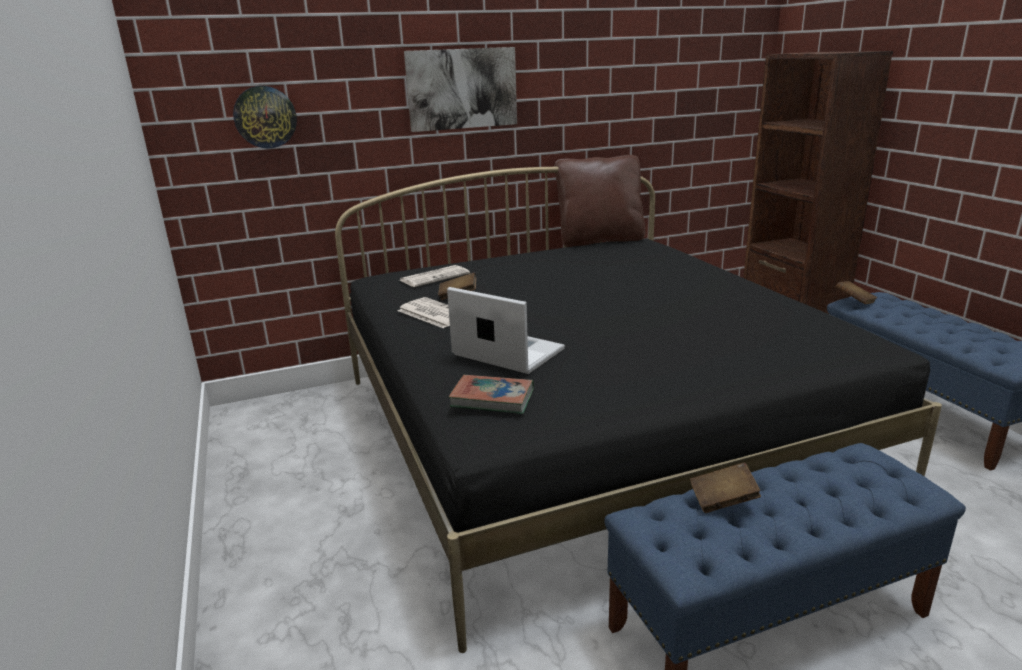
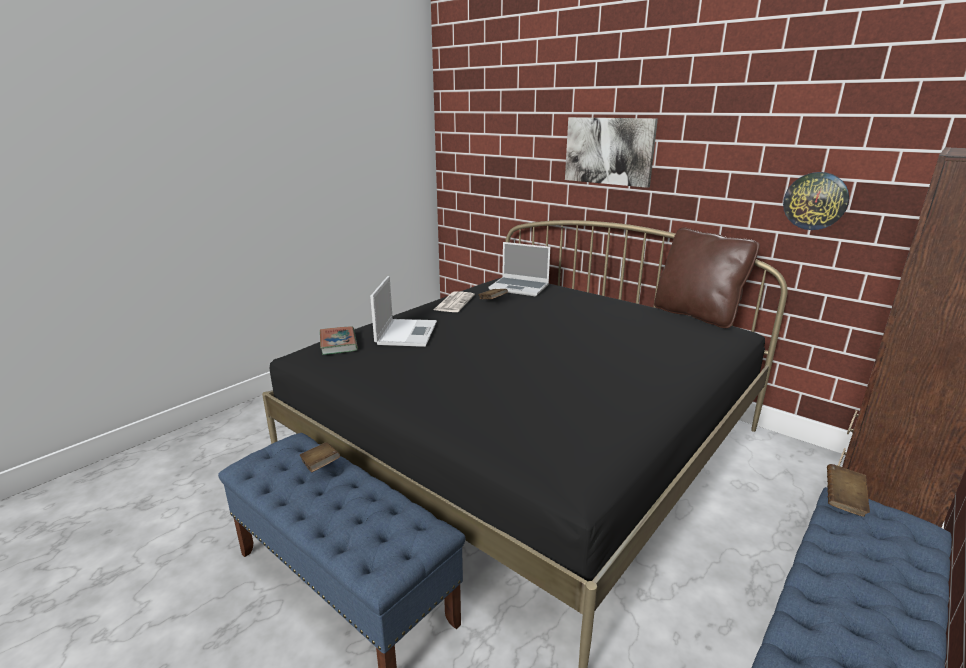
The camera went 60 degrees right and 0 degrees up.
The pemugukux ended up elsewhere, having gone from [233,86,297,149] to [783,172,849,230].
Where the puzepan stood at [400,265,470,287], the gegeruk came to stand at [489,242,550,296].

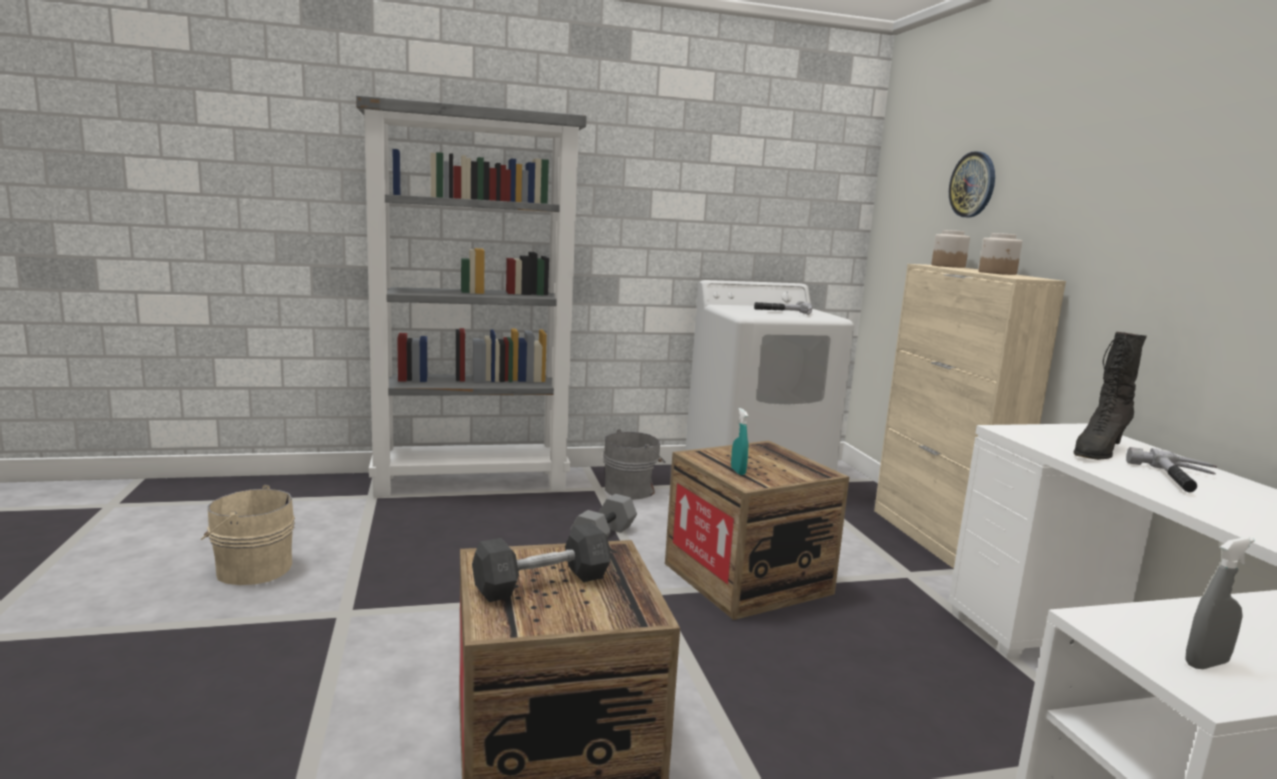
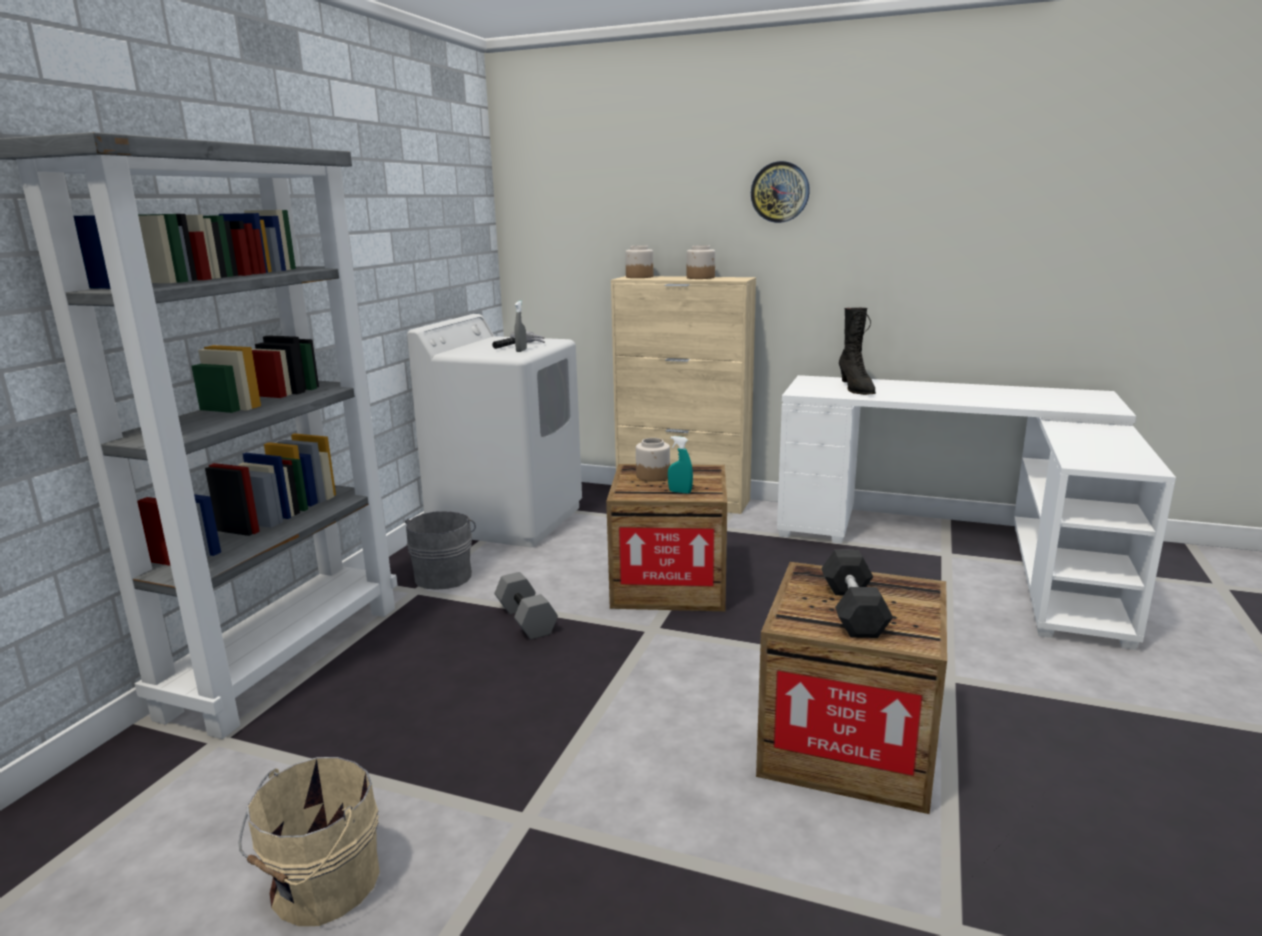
The camera went 55 degrees left and 5 degrees up.
The pemugukux ended up elsewhere, having gone from [949,151,995,218] to [751,161,810,223].
The second view lost the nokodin at [1126,447,1217,492].
The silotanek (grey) ended up elsewhere, having gone from [1185,537,1254,669] to [515,301,527,352].
The second view gained the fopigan at [636,438,670,482].

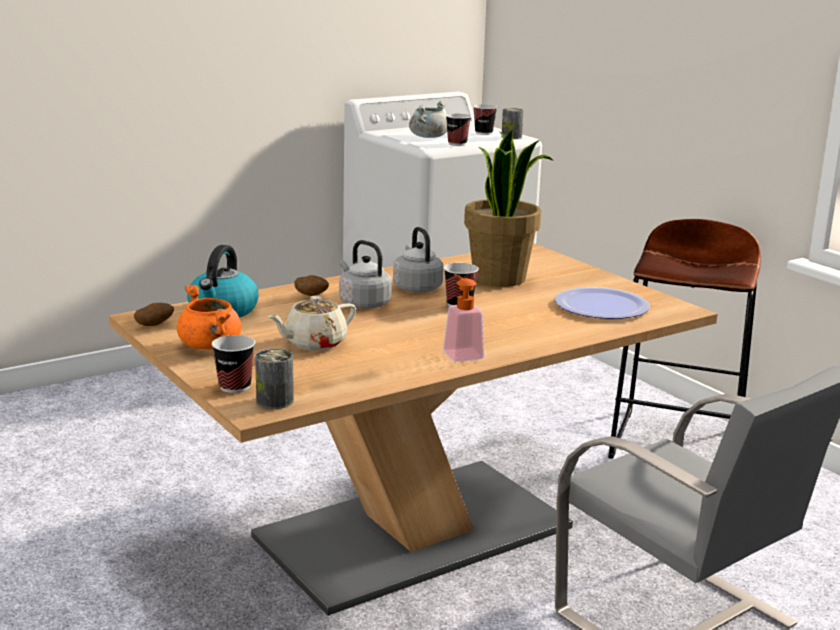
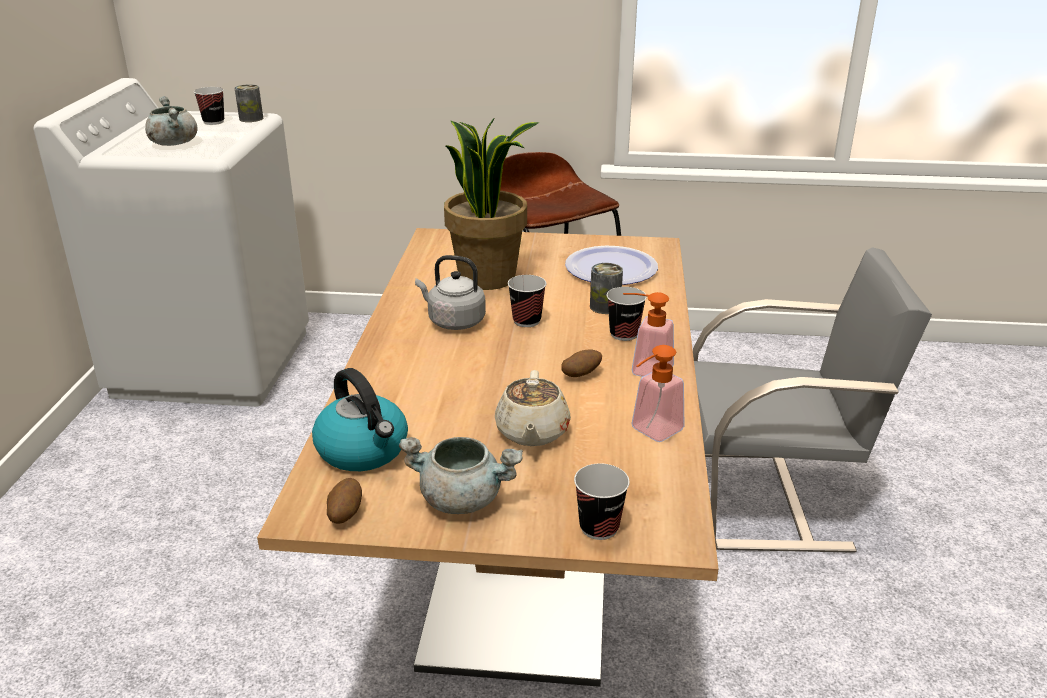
The camera went 50 degrees left and 10 degrees up.
The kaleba ended up elsewhere, having gone from [446,114,471,146] to [607,287,647,341].
The second view lost the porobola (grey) at [339,240,392,309].
The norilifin ended up elsewhere, having gone from [294,275,329,296] to [561,349,602,377].
What was the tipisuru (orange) at [177,285,241,349] turned into the tipisuru (grey) at [399,437,523,514].
The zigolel ended up elsewhere, having gone from [255,349,294,409] to [590,263,623,314].
The second view gained the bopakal at [632,345,684,442].

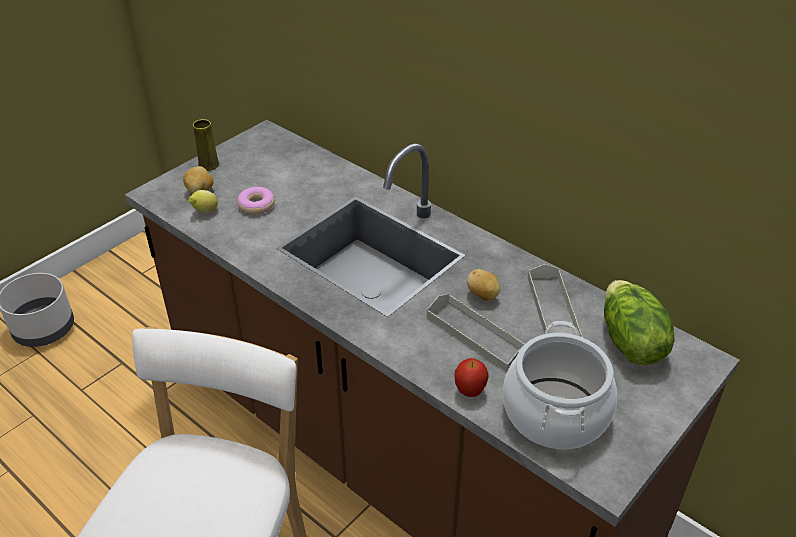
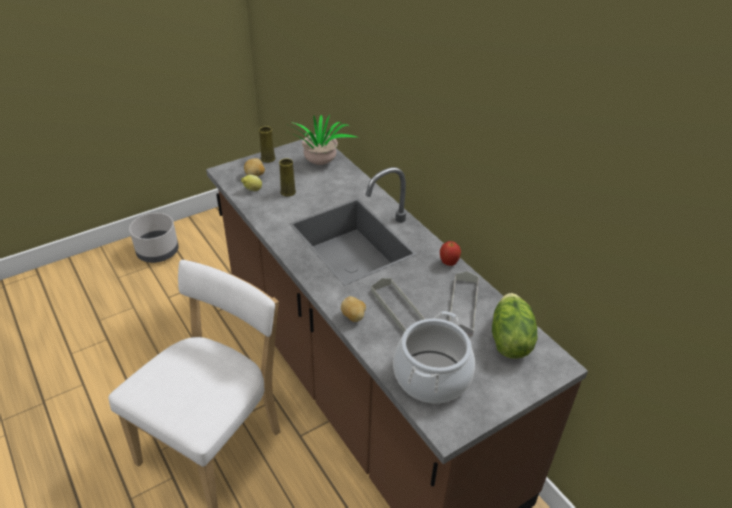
The camera went 15 degrees right and 0 degrees up.
Where the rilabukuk stood at [237,187,275,214], the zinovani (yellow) came to stand at [279,158,296,197].
The norilifin ended up elsewhere, having gone from [467,269,501,301] to [341,296,366,322].
The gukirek ended up elsewhere, having gone from [455,358,489,397] to [440,241,461,266].
The second view gained the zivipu at [287,115,357,165].

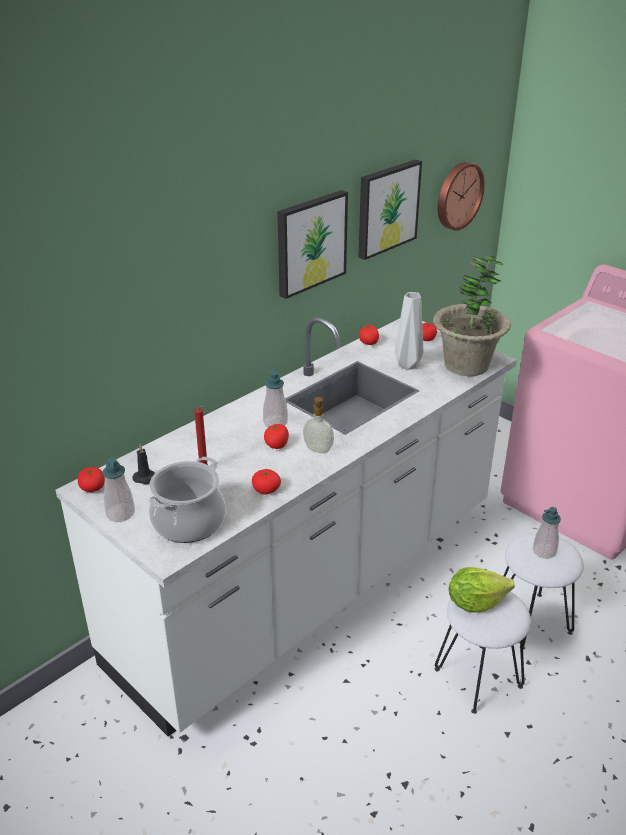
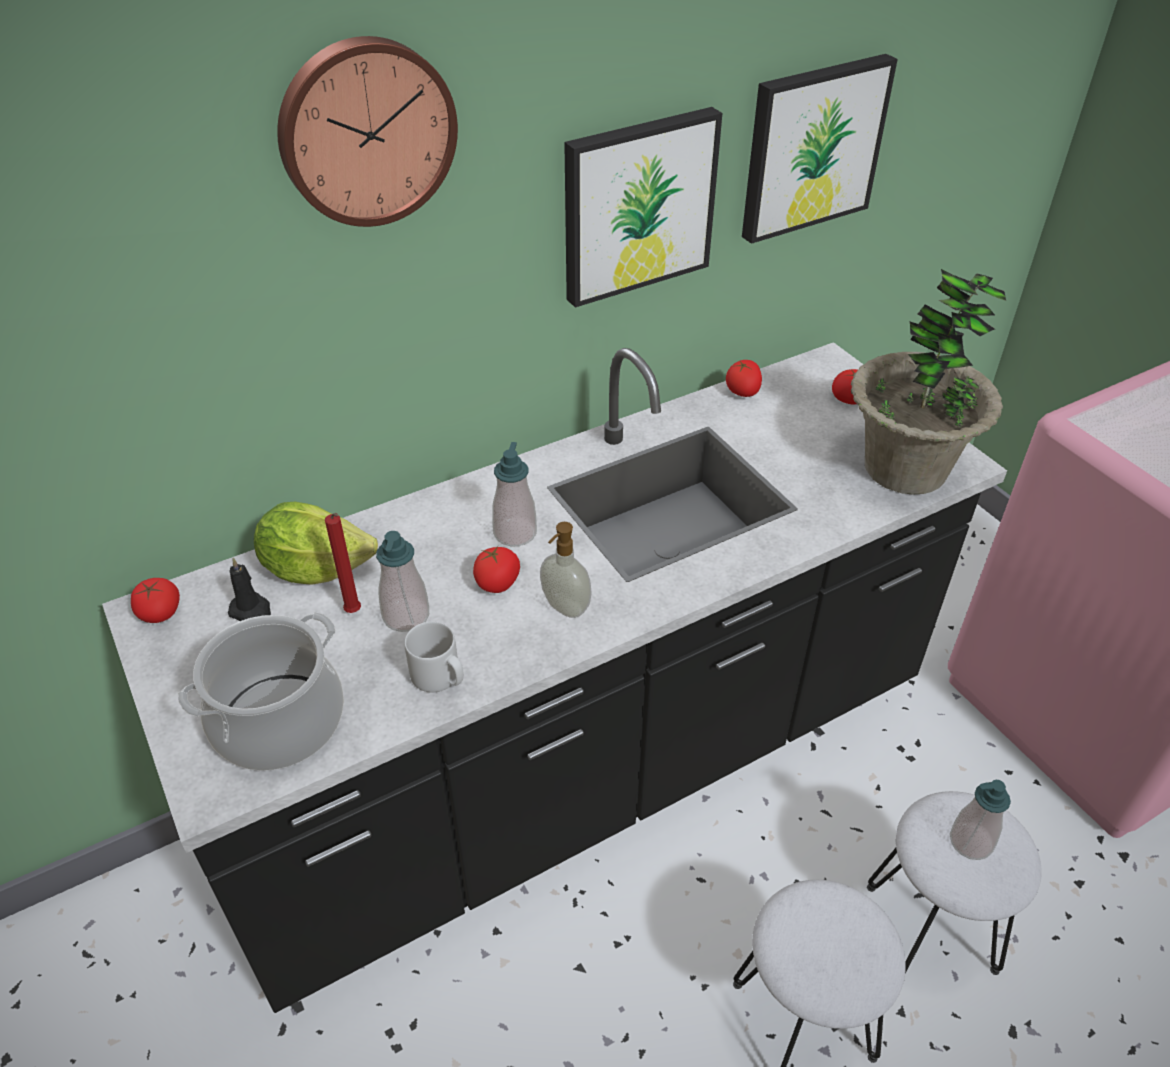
The camera went 15 degrees right and 10 degrees up.
The pemugukux ended up elsewhere, having gone from [438,162,485,231] to [277,36,458,227].
The second view lost the zinovani (grey) at [395,292,423,370].
What was the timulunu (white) at [56,317,517,737] turned into the timulunu (black) at [102,342,1007,1013].
The bopakal ended up elsewhere, having gone from [102,458,135,522] to [376,531,429,632].
Where the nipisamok stood at [252,469,281,494], the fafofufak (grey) came to stand at [404,621,464,693].
The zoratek ended up elsewhere, having gone from [449,567,515,613] to [254,502,378,585].

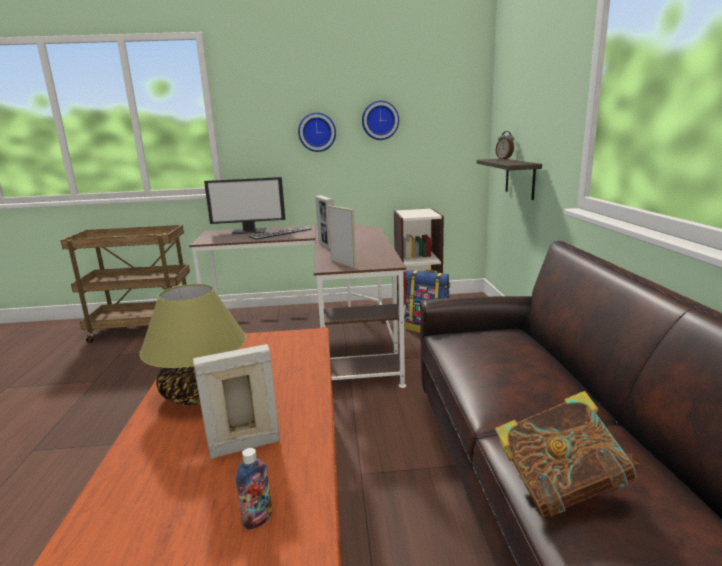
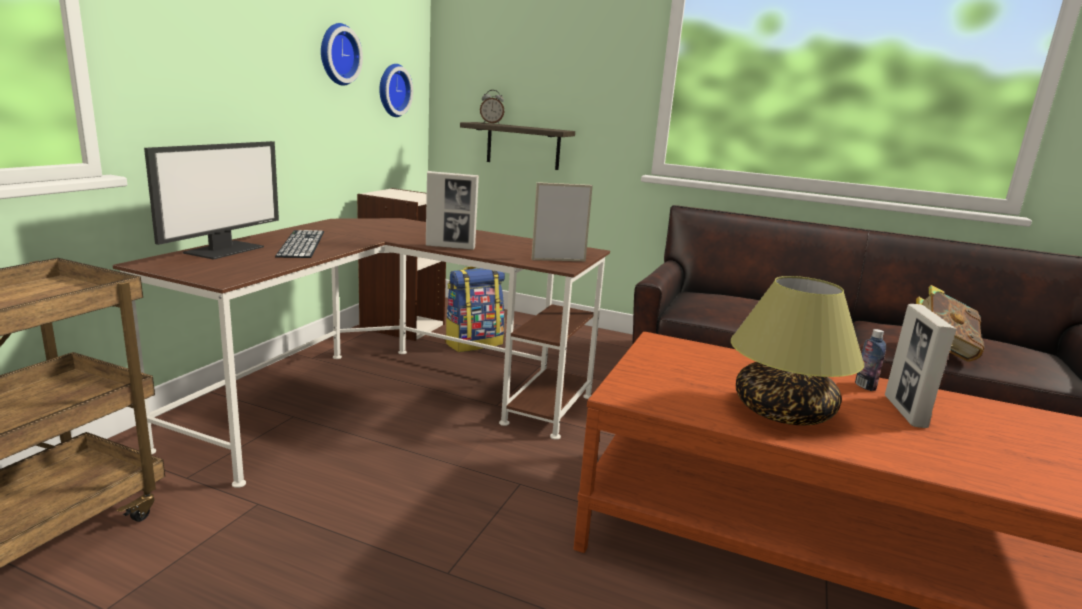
The camera went 65 degrees left and 0 degrees up.
The pemugukux ended up elsewhere, having gone from [298,112,336,152] to [379,64,413,117].
The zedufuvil ended up elsewhere, having gone from [236,448,272,530] to [855,329,886,391].

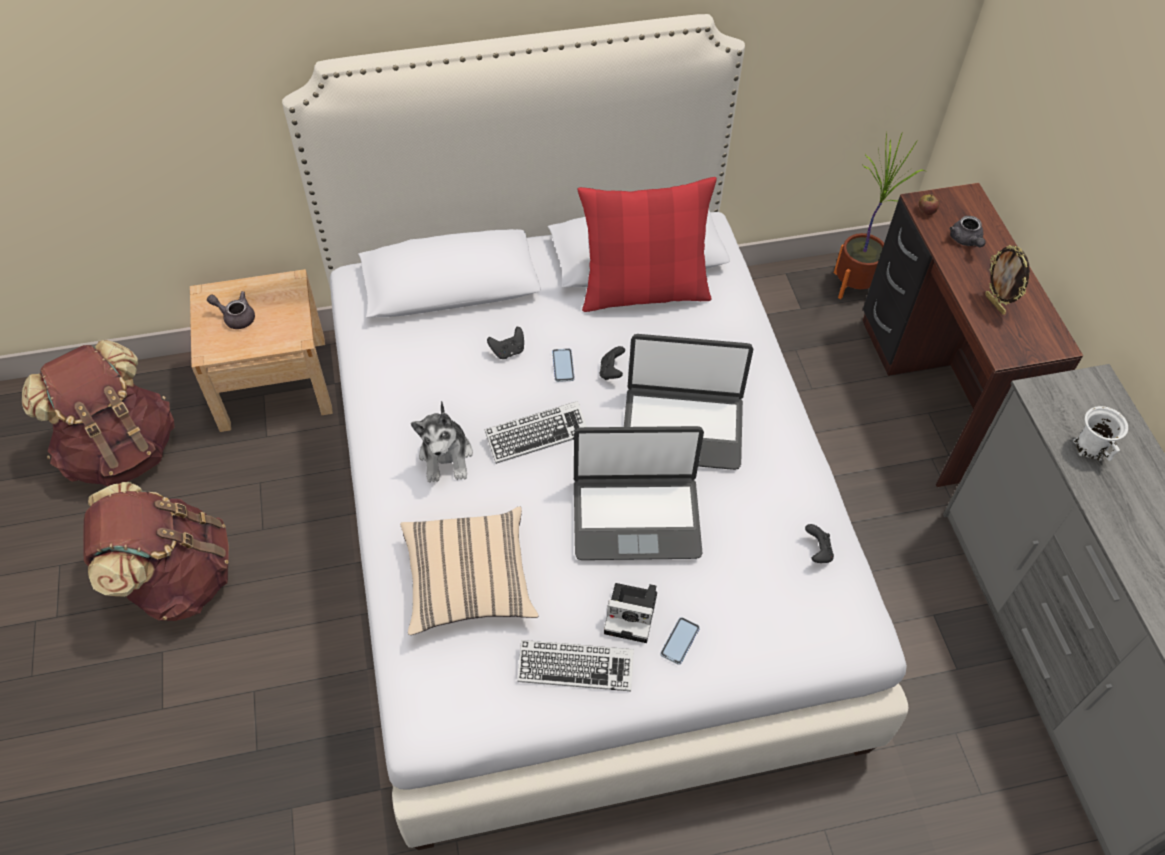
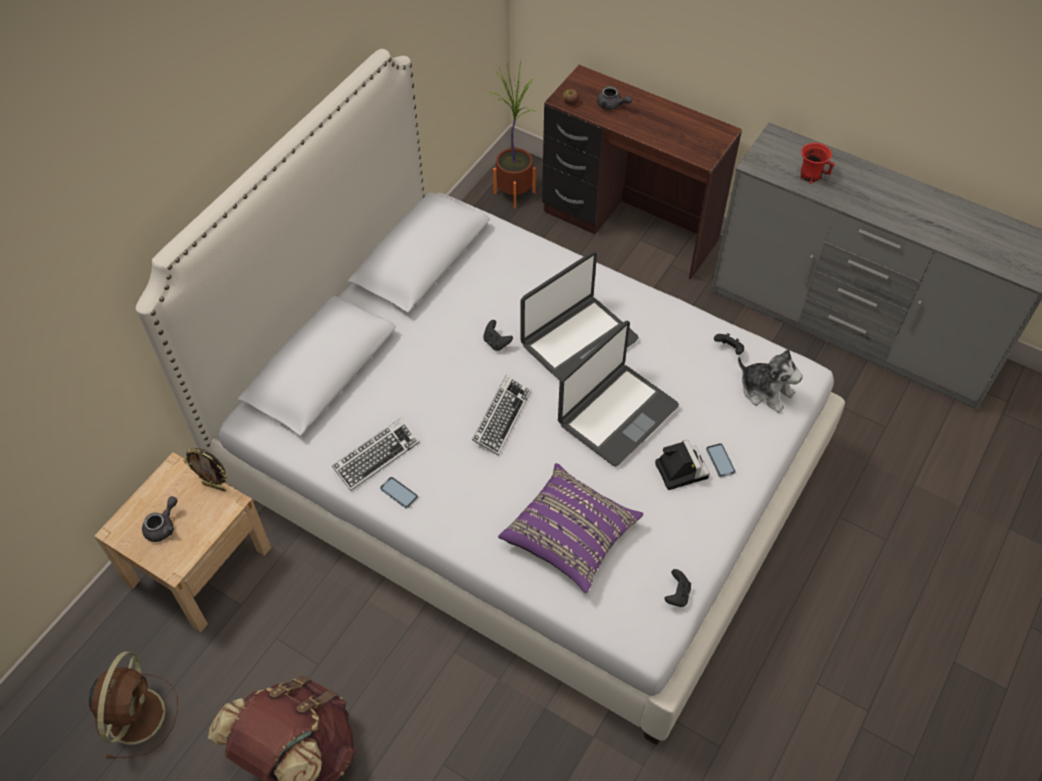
The camera went 45 degrees left and 0 degrees up.
The second view lost the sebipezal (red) at [578,177,717,312].
The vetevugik ended up elsewhere, having gone from [985,245,1030,314] to [184,448,227,491].
The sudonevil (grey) at [207,291,255,329] ended up facing another way, 150 degrees clockwise from before.
The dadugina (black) ended up elsewhere, having gone from [487,327,524,359] to [664,569,691,607].
Where the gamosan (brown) stood at [21,340,175,486], the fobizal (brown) came to stand at [89,651,178,759].
The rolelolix ended up elsewhere, having gone from [552,348,575,382] to [380,477,418,509].
The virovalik ended up elsewhere, having gone from [411,401,473,482] to [738,349,803,413].
What was the fafofufak (white) at [1073,406,1128,461] turned into the fafofufak (red) at [799,143,835,184].
What was the sebipezal (beige) at [400,506,539,635] turned into the sebipezal (purple) at [498,463,644,593].
The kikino at [604,583,657,643] ended up facing another way, 75 degrees counterclockwise from before.
The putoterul ended up elsewhere, having gone from [517,640,634,691] to [332,417,420,491].

